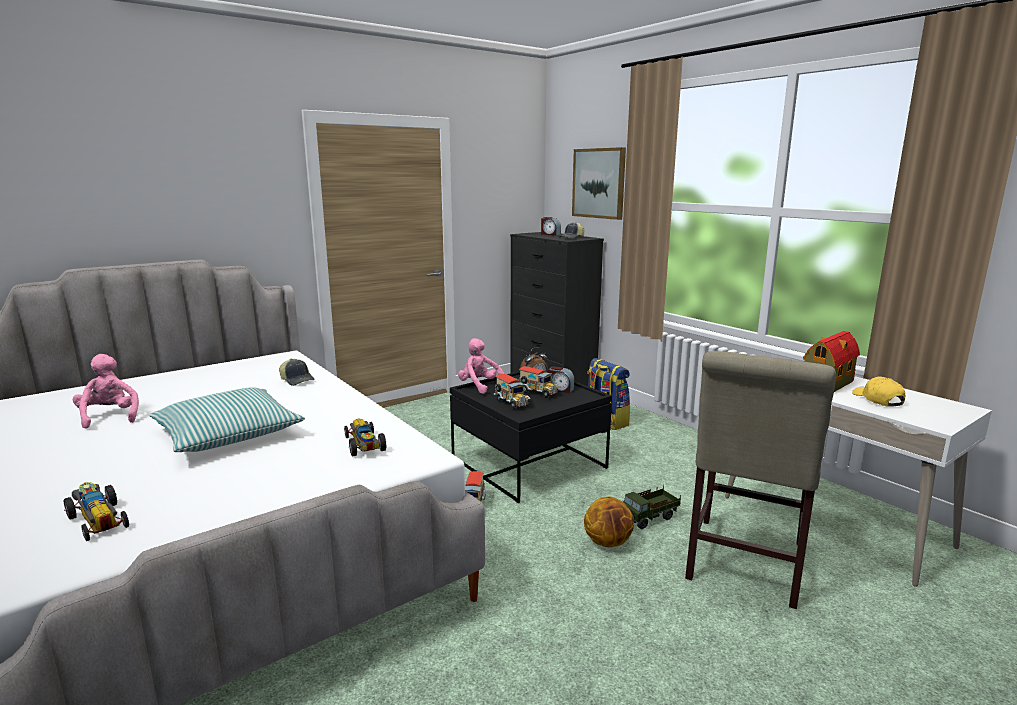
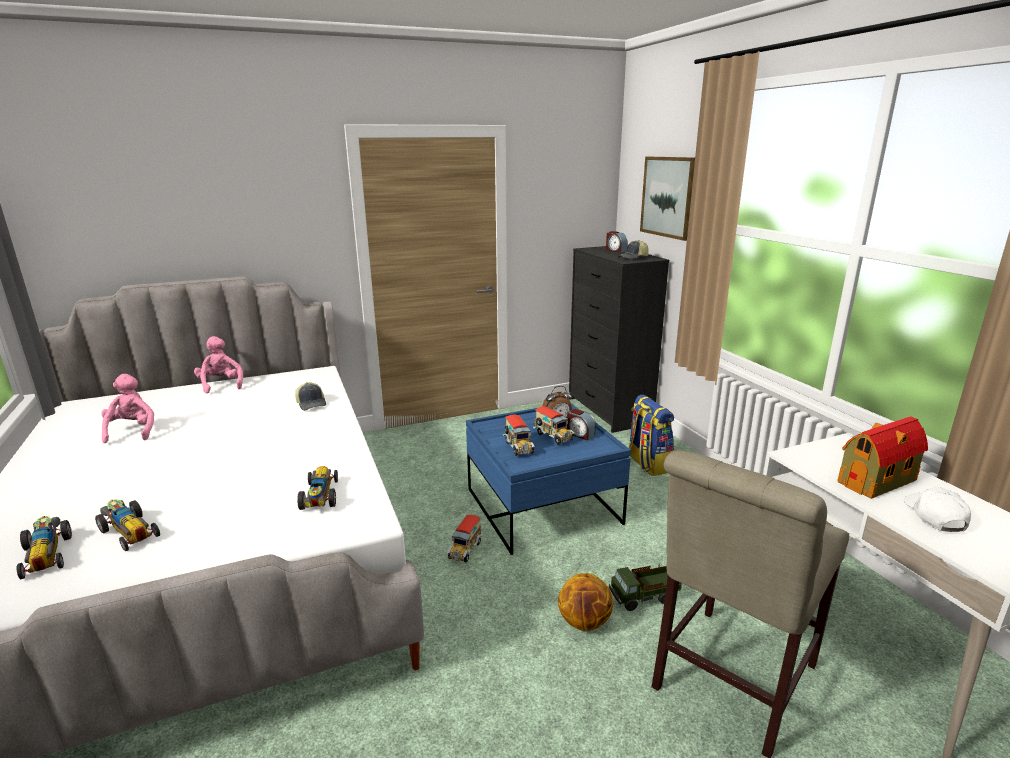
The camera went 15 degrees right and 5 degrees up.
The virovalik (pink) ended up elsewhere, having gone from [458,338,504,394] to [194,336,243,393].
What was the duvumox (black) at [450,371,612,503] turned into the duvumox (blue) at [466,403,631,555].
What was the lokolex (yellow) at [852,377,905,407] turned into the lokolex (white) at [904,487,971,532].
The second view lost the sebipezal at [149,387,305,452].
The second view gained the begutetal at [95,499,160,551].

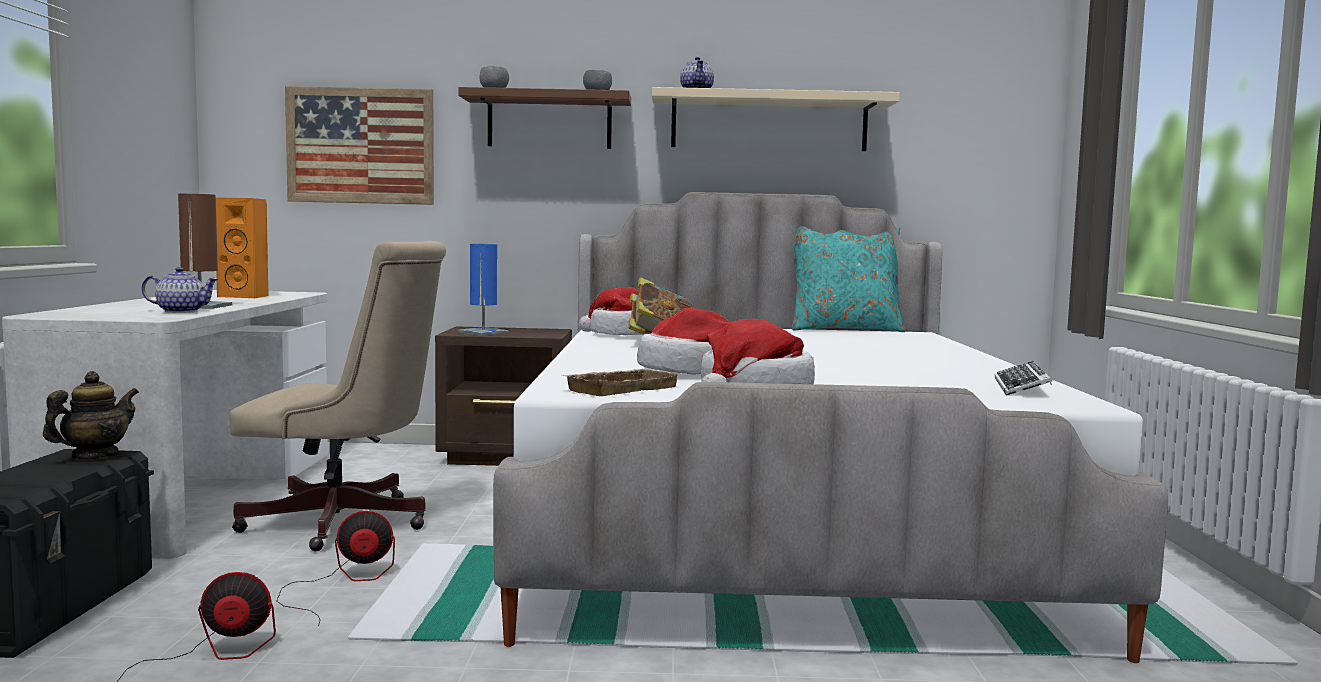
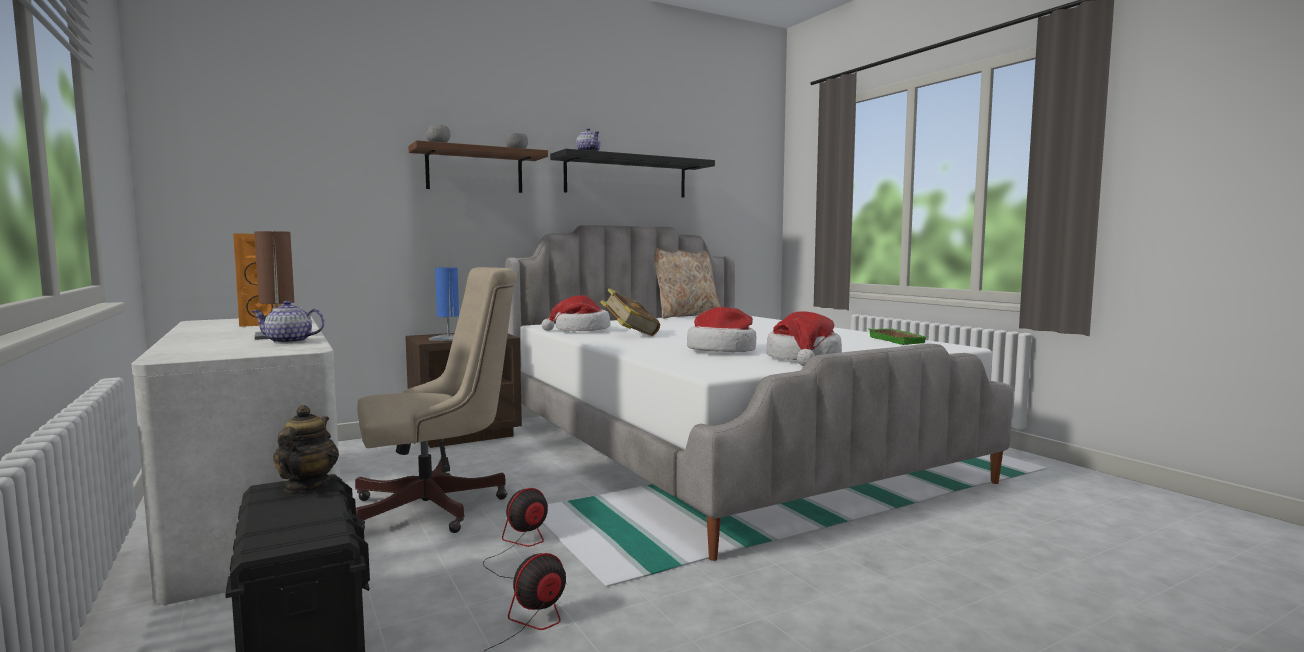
The camera went 30 degrees left and 0 degrees up.
The second view lost the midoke at [285,86,434,205].
What was the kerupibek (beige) at [652,87,900,151] turned into the kerupibek (black) at [550,149,715,198].
What was the sebipezal (turquoise) at [792,226,906,332] turned into the sebipezal (beige) at [654,247,721,319].
The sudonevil at [141,267,218,313] ended up facing another way, 150 degrees counterclockwise from before.
Where the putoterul stood at [995,361,1052,396], the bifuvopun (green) came to stand at [867,328,928,345].
The second view lost the bifuvopun (beige) at [563,369,681,396].

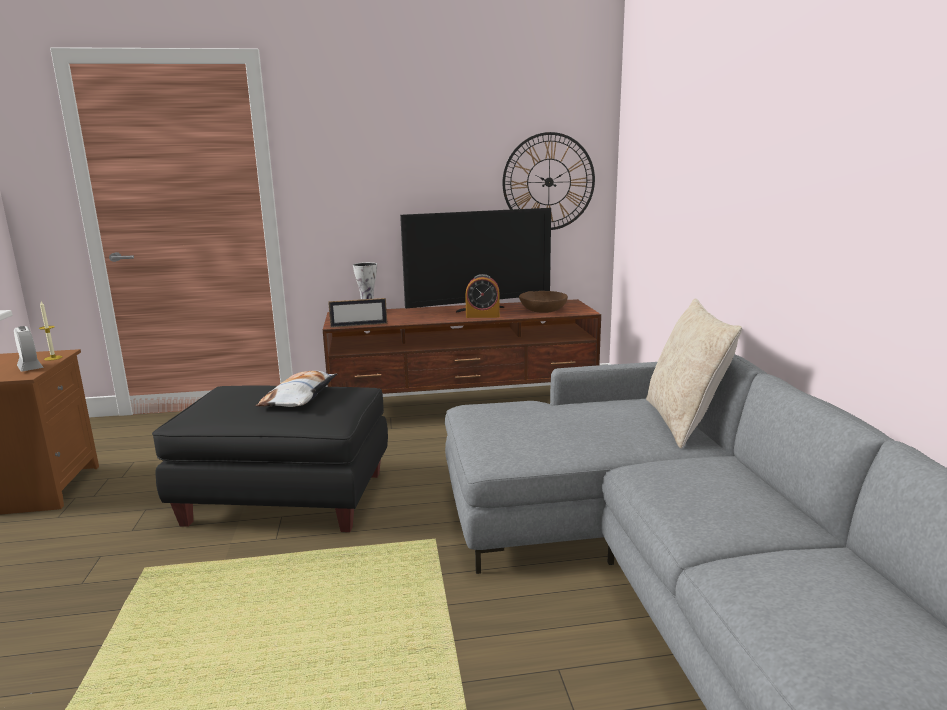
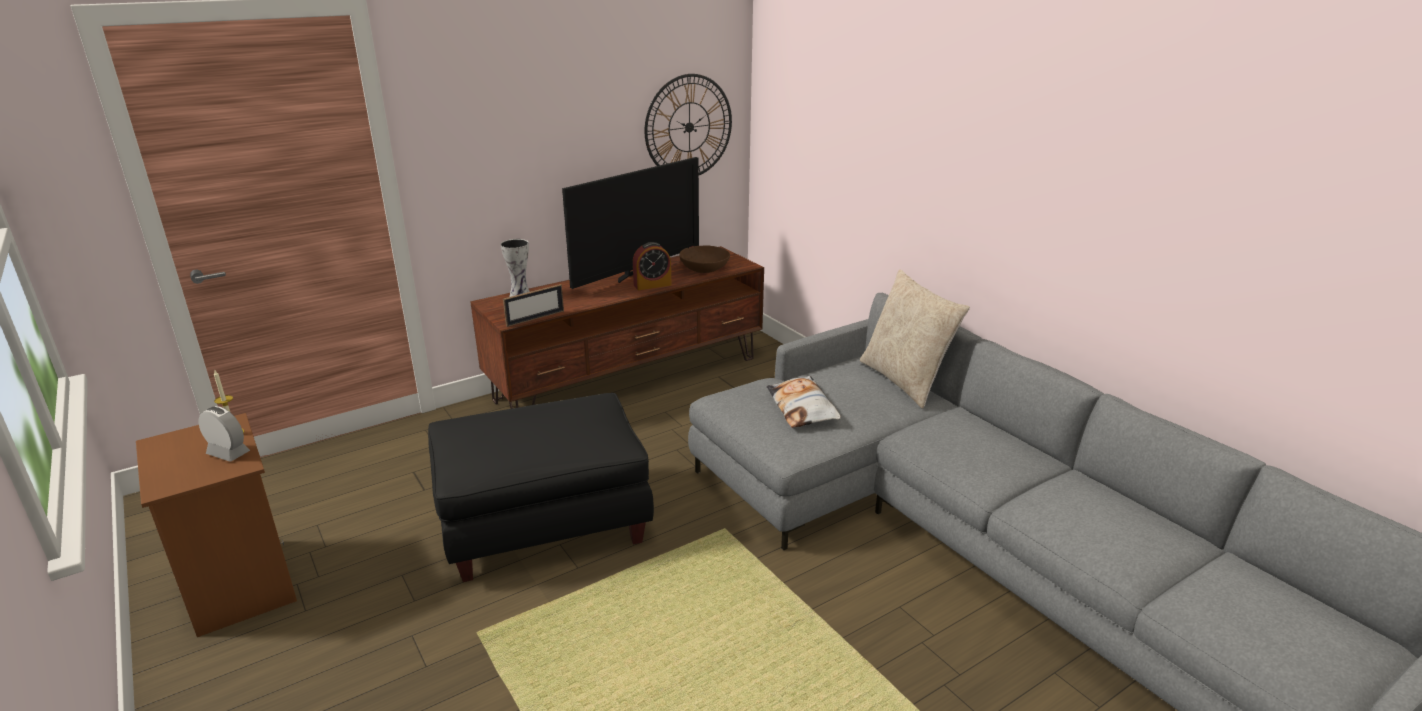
The camera went 25 degrees left and 10 degrees up.
The sebipezal ended up elsewhere, having gone from [255,371,337,407] to [766,376,841,428].

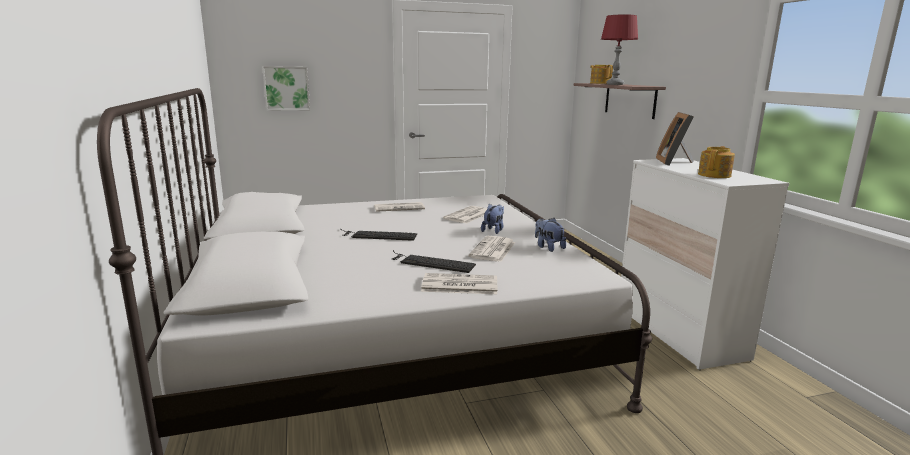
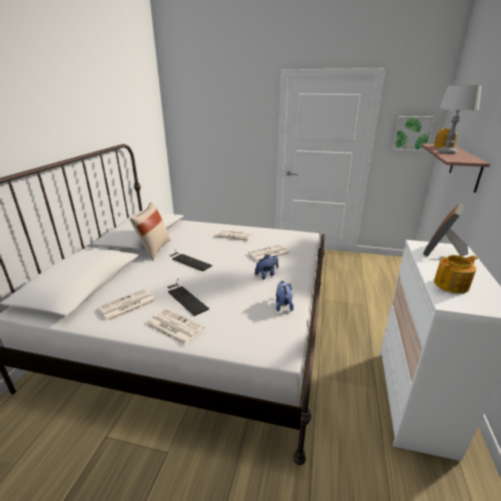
The camera went 30 degrees right and 10 degrees up.
What was the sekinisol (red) at [601,14,638,85] turned into the sekinisol (grey) at [438,85,482,154].
The midoke ended up elsewhere, having gone from [262,66,310,111] to [392,116,435,151].
The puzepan ended up elsewhere, having gone from [468,236,515,262] to [98,289,156,322].
The second view gained the sebipezal (beige) at [130,202,170,260].

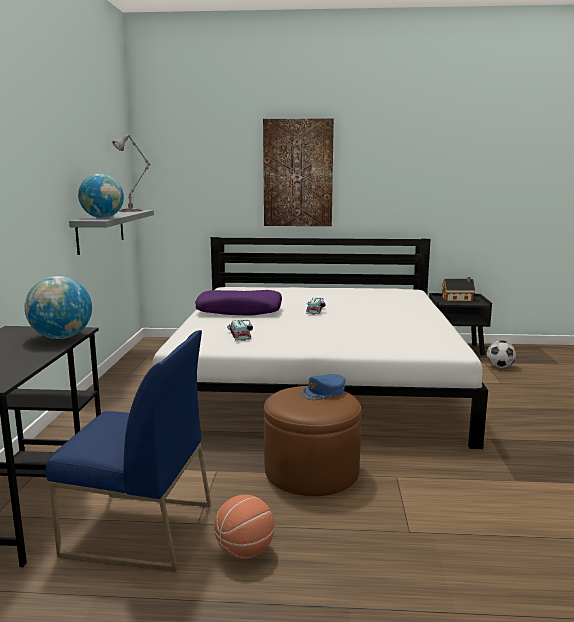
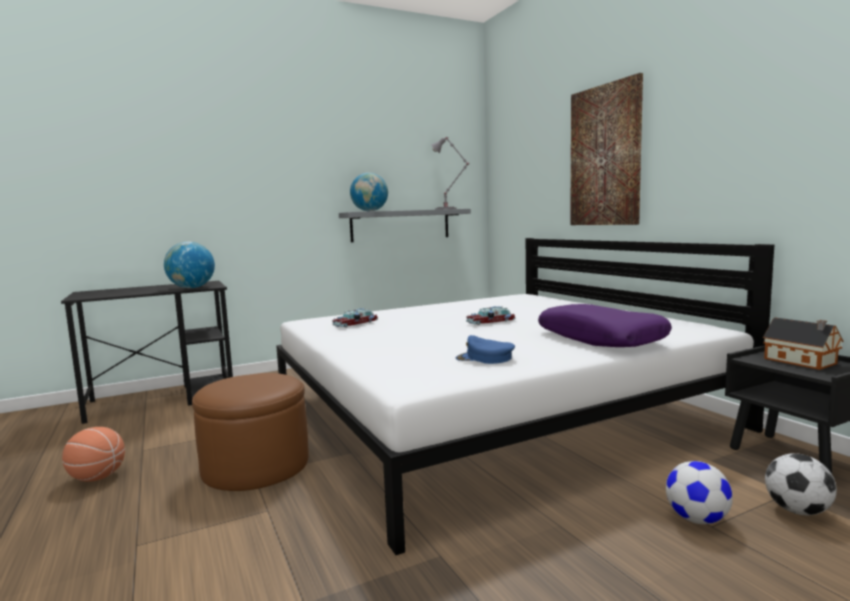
The camera went 60 degrees right and 5 degrees down.
The sebipezal (purple) ended up elsewhere, having gone from [195,290,282,316] to [538,304,672,347].
The second view lost the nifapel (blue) at [46,330,211,572].
The lokolex (blue) ended up elsewhere, having gone from [301,374,346,400] to [456,335,515,364].
The second view gained the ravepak at [666,461,733,524].

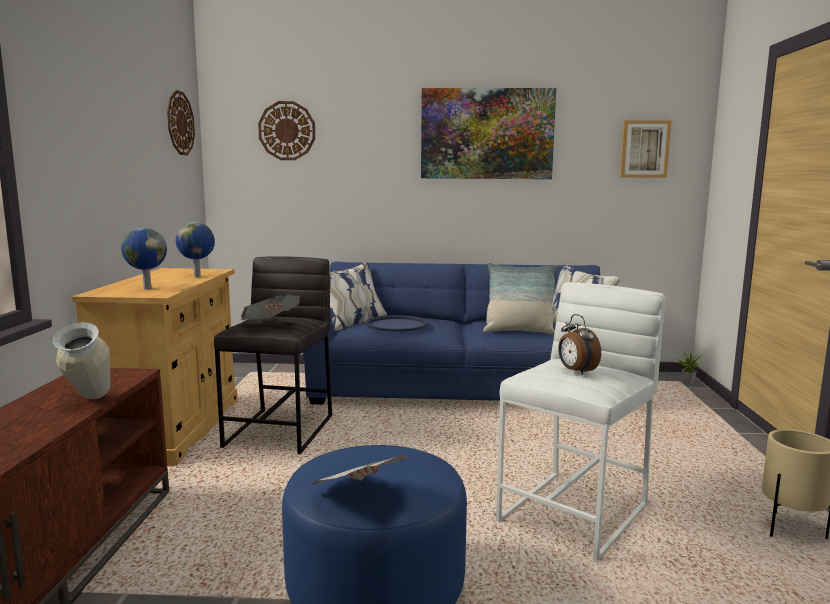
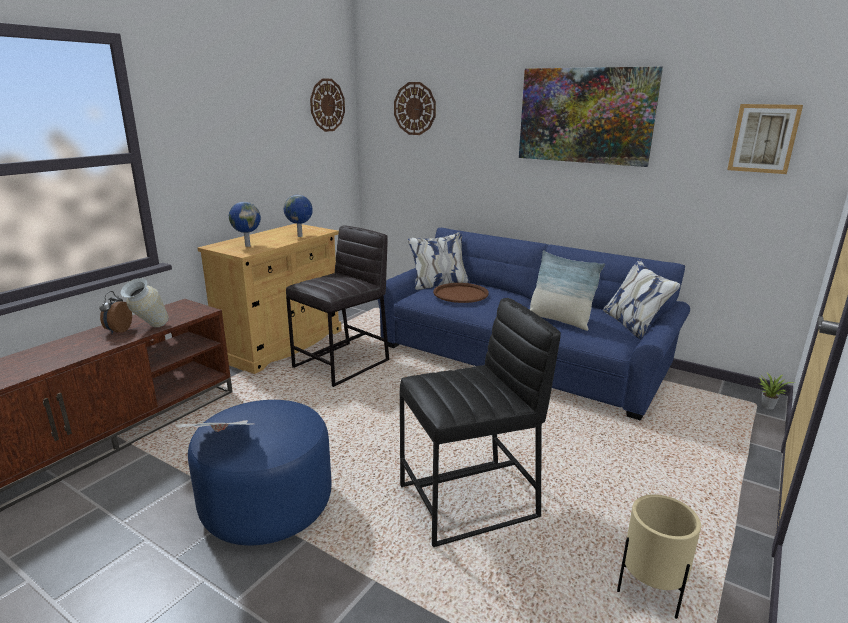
The camera went 30 degrees right and 10 degrees up.
What was the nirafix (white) at [496,282,665,561] turned into the nirafix (black) at [400,298,561,547].
The second view lost the puzepan at [241,294,300,320].
The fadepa ended up elsewhere, having gone from [558,314,601,375] to [99,291,132,334].
What was the bifuvopun (blue) at [365,315,428,332] turned into the bifuvopun (brown) at [433,283,489,303].

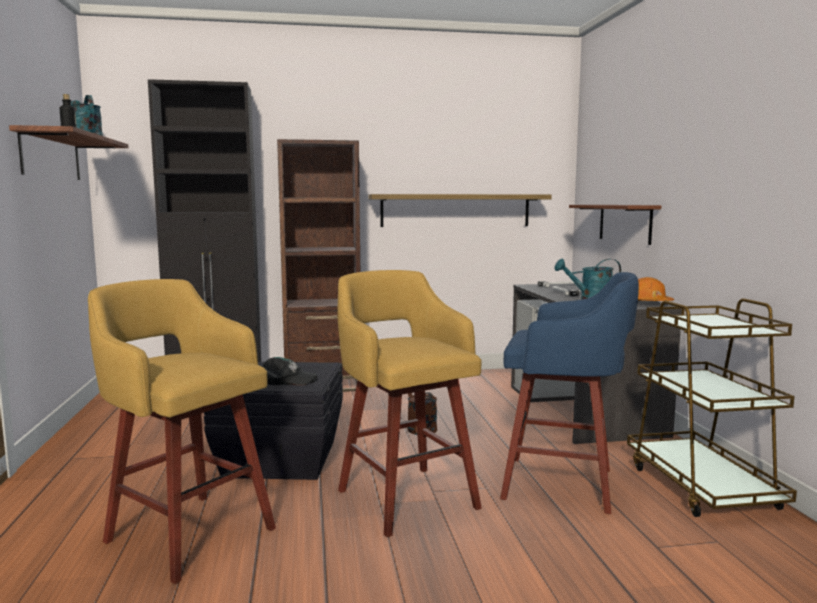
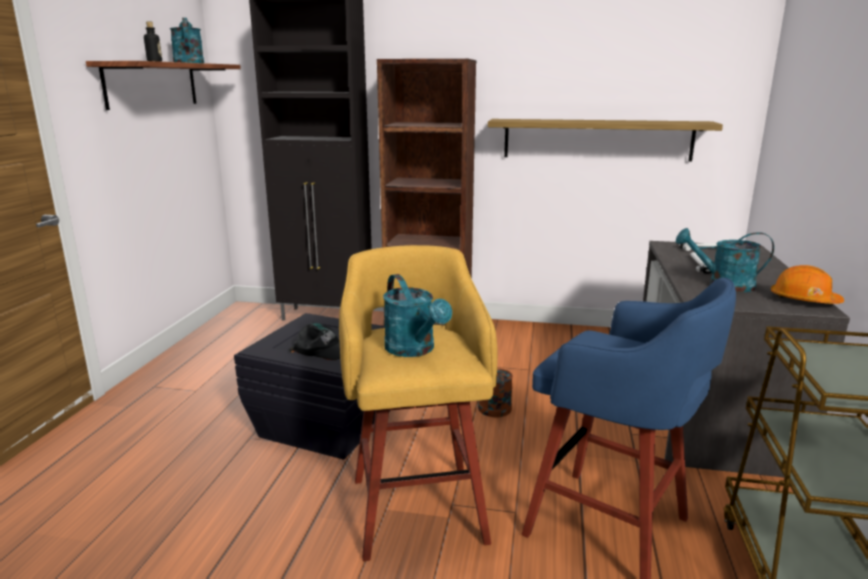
The camera went 20 degrees right and 10 degrees up.
The second view lost the kerupibek (brown) at [569,205,661,245].
The second view lost the nirafix (yellow) at [88,279,276,584].
The second view gained the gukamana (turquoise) at [383,274,452,357].

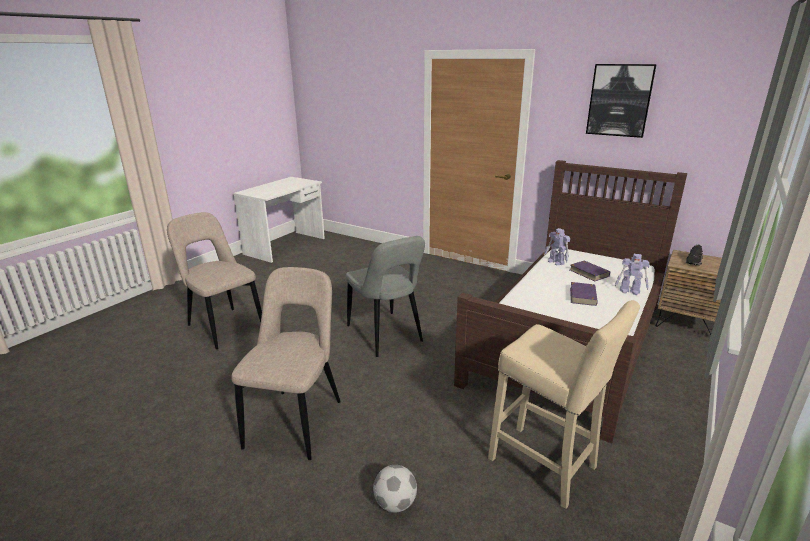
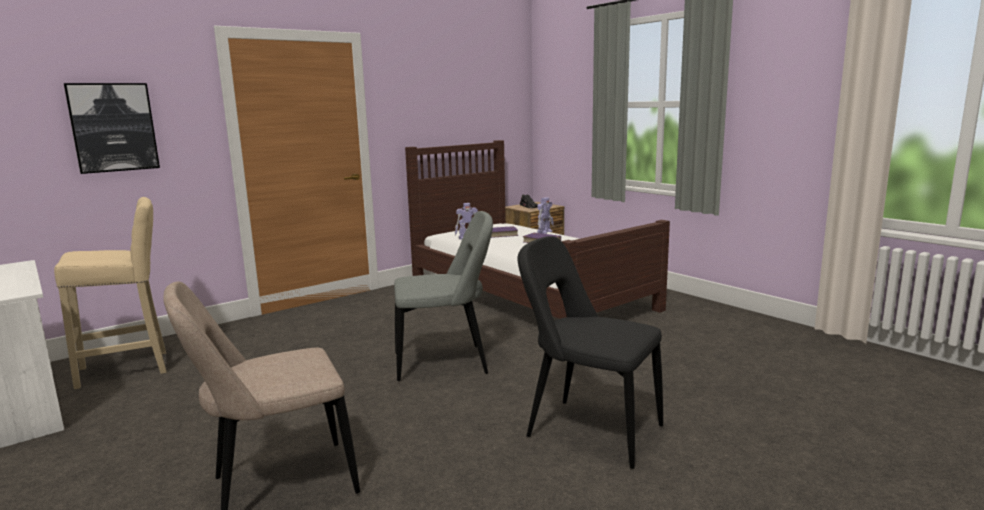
The camera went 70 degrees left and 10 degrees down.
The midoke ended up elsewhere, having gone from [586,64,657,138] to [64,83,160,174].
What was the nifapel (beige) at [231,267,341,460] turned into the nifapel (black) at [517,236,663,469].
The nirafix (beige) ended up elsewhere, having gone from [488,300,640,509] to [54,197,166,389].
The second view lost the ravepak at [373,465,417,512].

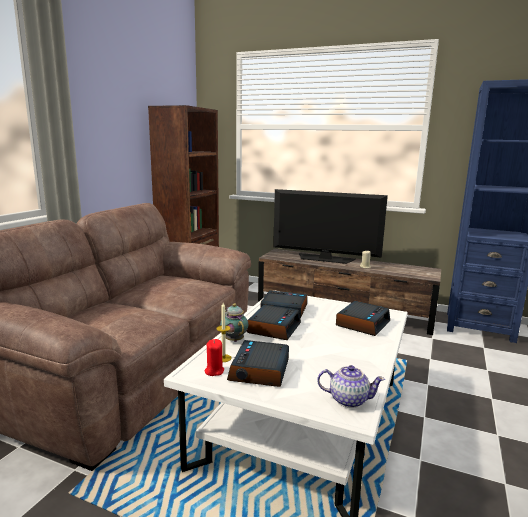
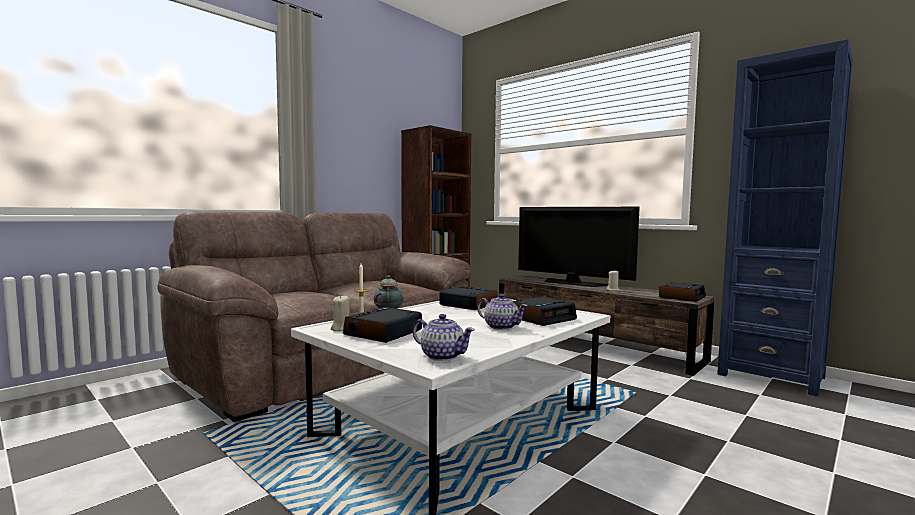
The camera went 20 degrees right and 10 degrees down.
The fadepa ended up elsewhere, having gone from [246,305,301,340] to [659,282,706,302].
What was the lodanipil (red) at [205,339,224,376] turned into the lodanipil (beige) at [331,295,349,331].
The second view gained the sudonevil at [477,294,528,330].

